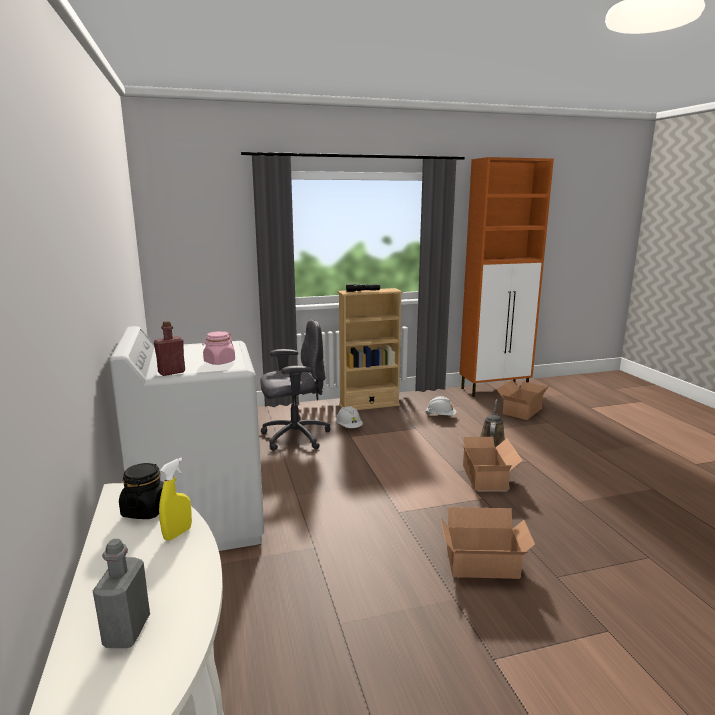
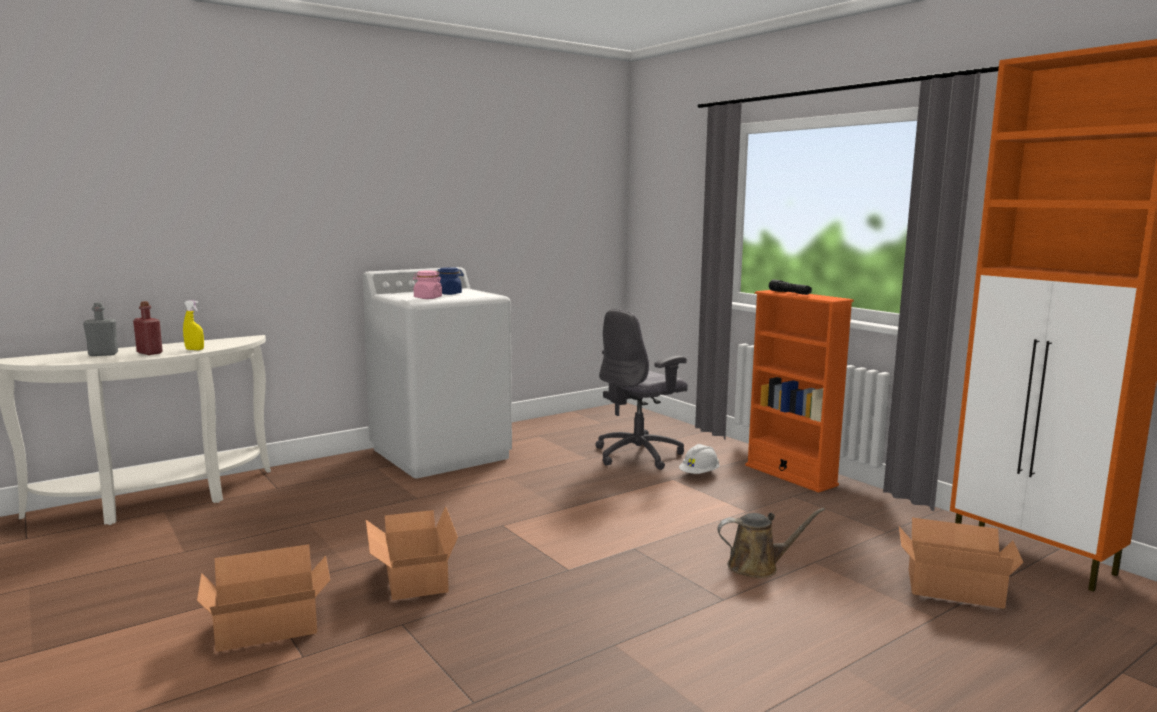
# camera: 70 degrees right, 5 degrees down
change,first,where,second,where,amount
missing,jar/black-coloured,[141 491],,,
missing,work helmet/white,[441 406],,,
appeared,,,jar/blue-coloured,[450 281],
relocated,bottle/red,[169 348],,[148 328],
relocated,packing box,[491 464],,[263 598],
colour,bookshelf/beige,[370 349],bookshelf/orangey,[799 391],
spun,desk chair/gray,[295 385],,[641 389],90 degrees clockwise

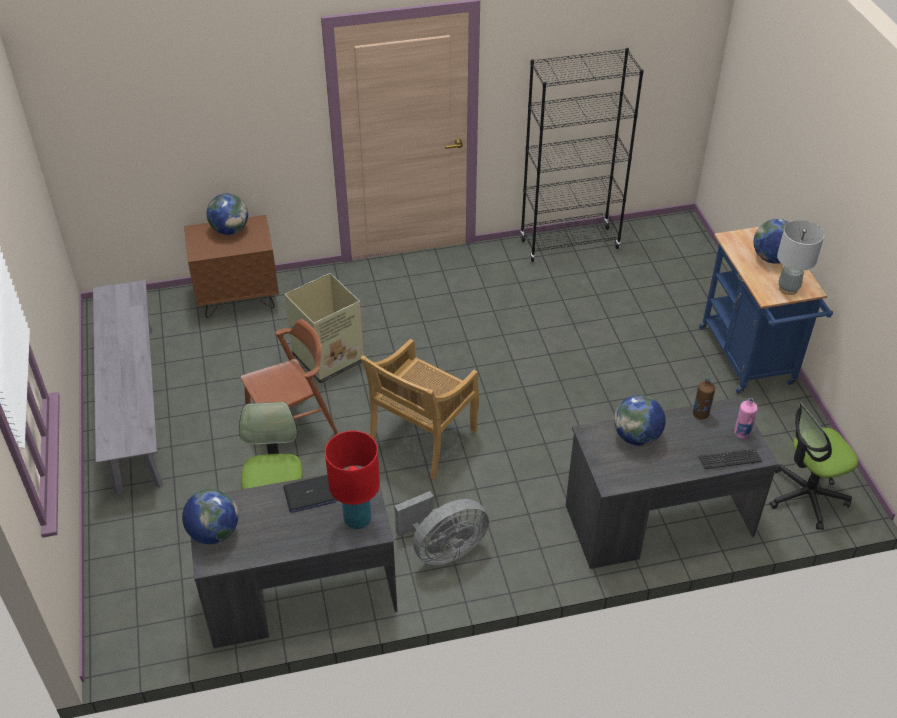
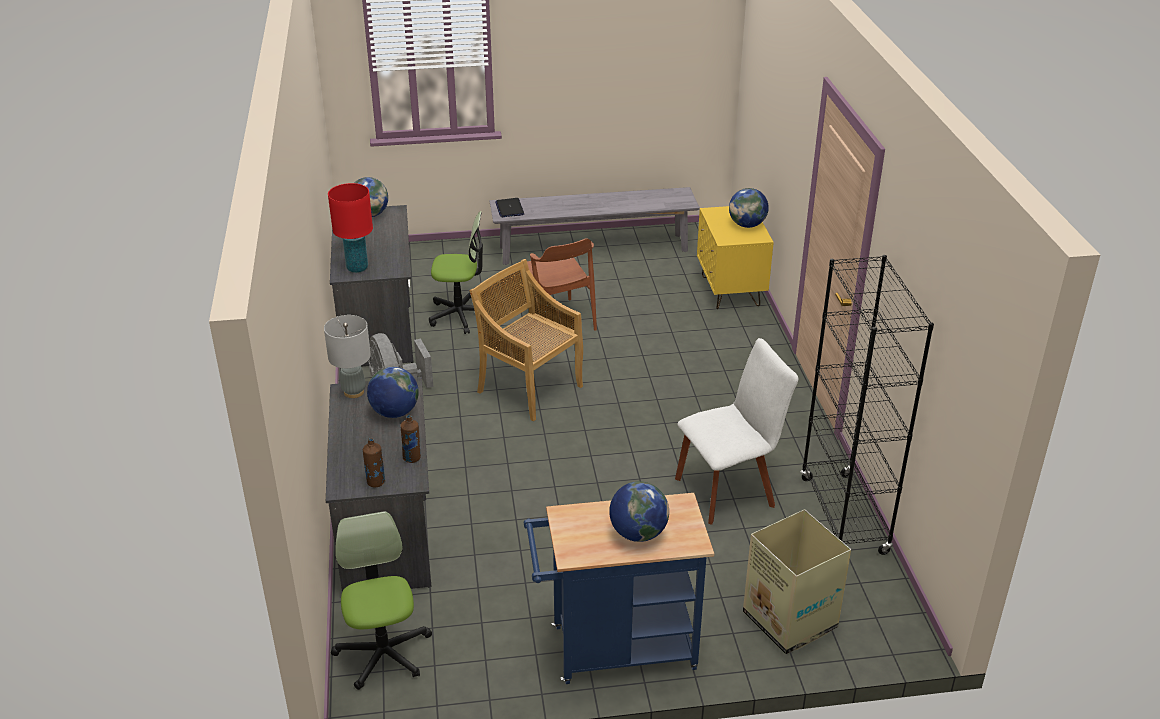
# camera: 95 degrees right, 10 degrees down
change,first,where,second,where,amount
missing,PC keyboard,[730 459],,,
appeared,,,plain chair/white,[736 431],
relocated,laptop,[310 494],,[509 207],
relocated,packing box,[324 328],,[797 582],
relocated,tabletop lamp/gray,[800 257],,[347 356],
colour,nightstand/brown-coloured,[231 266],nightstand/yellow-coloured,[735 257],
colour,bottle/pinkish,[746 418],bottle/brown-coloured,[374 462],

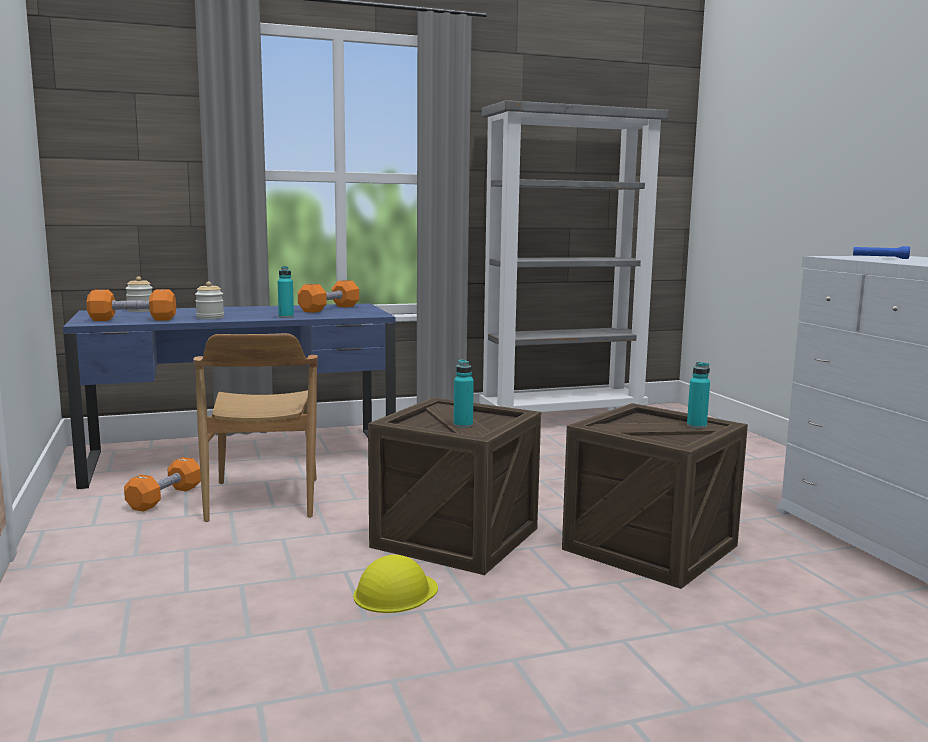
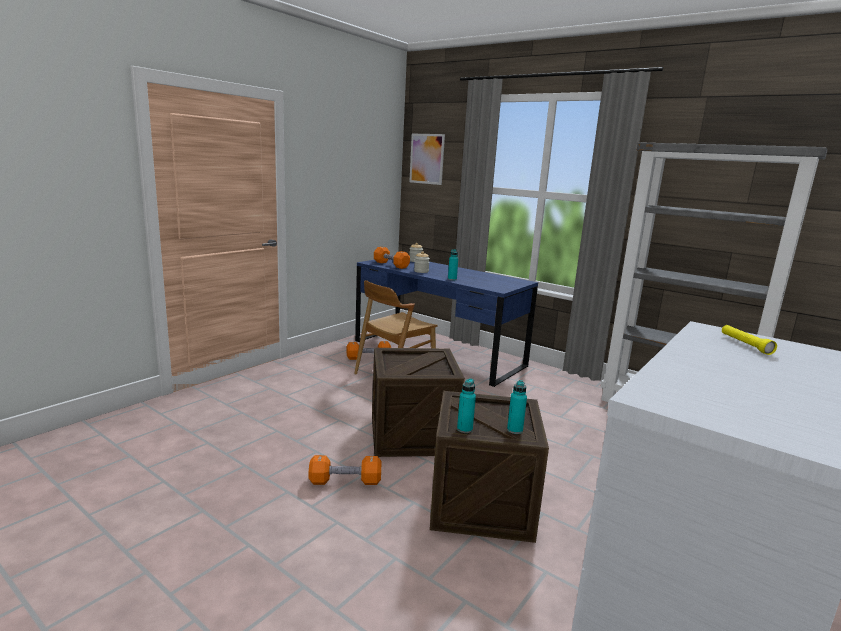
# camera: 55 degrees right, 5 degrees up
change,first,where,second,where,amount
missing,work helmet/yellow-coloured,[395 584],,,
appeared,,,wall art,[427 159],
relocated,dumbbell/orangey,[328 296],,[345 470],
relocated,bottle/blue-green,[463 393],,[466 406],
colour,torch/blue-coloured,[881 252],torch/yellow-coloured,[749 340],

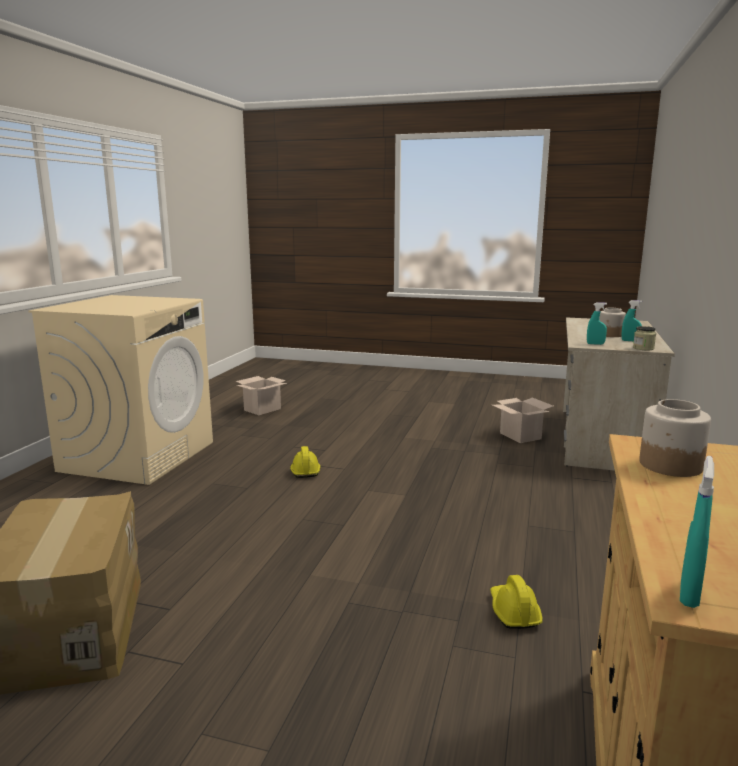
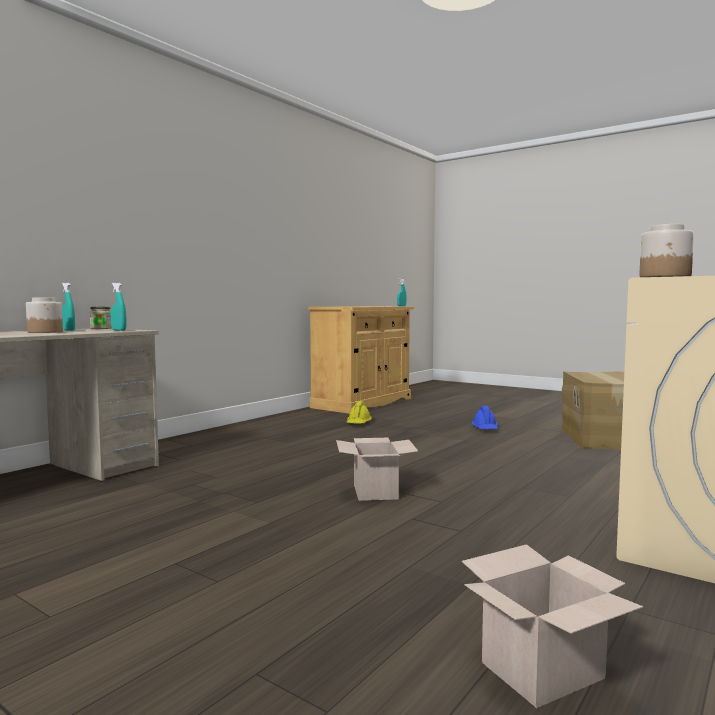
# camera: 160 degrees left, 10 degrees down
change,first,where,second,where,amount
missing,work helmet/yellow-coloured,[305 462],,,
appeared,,,work helmet/blue-coloured,[485 417],
relocated,packing box,[522 420],,[377 469],
relocated,jar,[675 438],,[666 250],

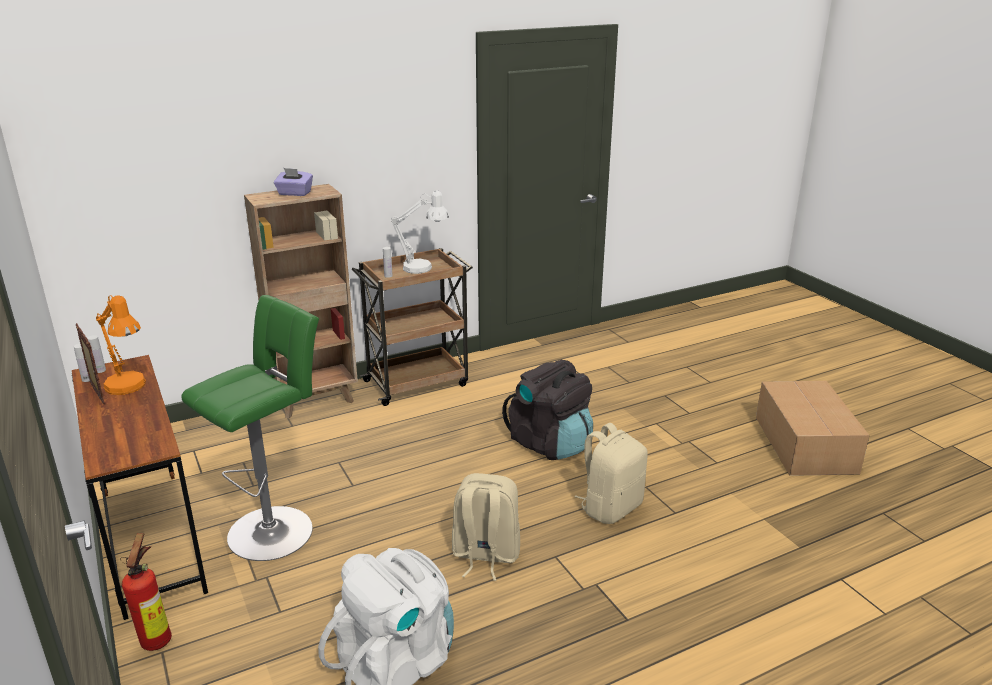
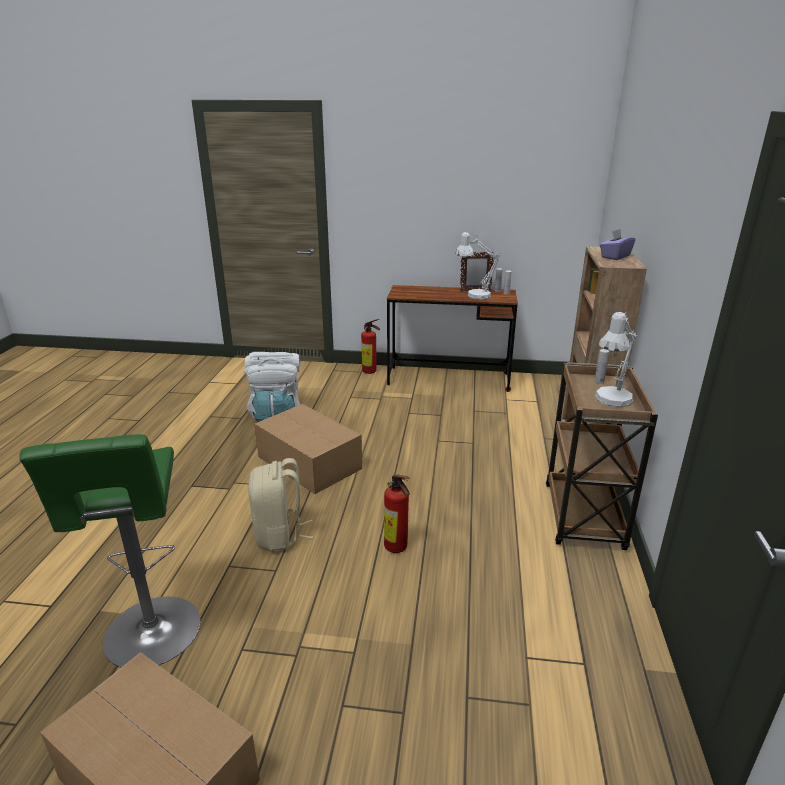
# camera: 125 degrees right, 0 degrees up
change,first,where,second,where,amount
relocated,stool seat/green-coloured,[250 428],,[109 551],
exchanged,rucksack/beige,[486 527],packing box,[308 449],
exchanged,rucksack/black-coloured,[547 410],fire extinguisher,[397 514],
colour,tabletop lamp/orangey,[121 345],tabletop lamp/white,[478 266],

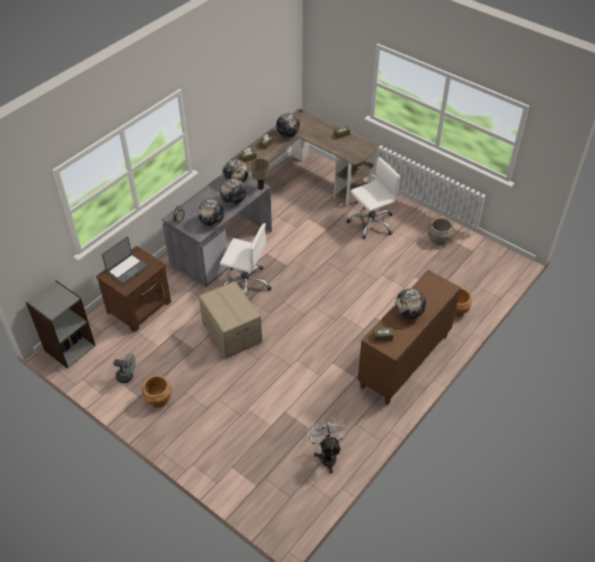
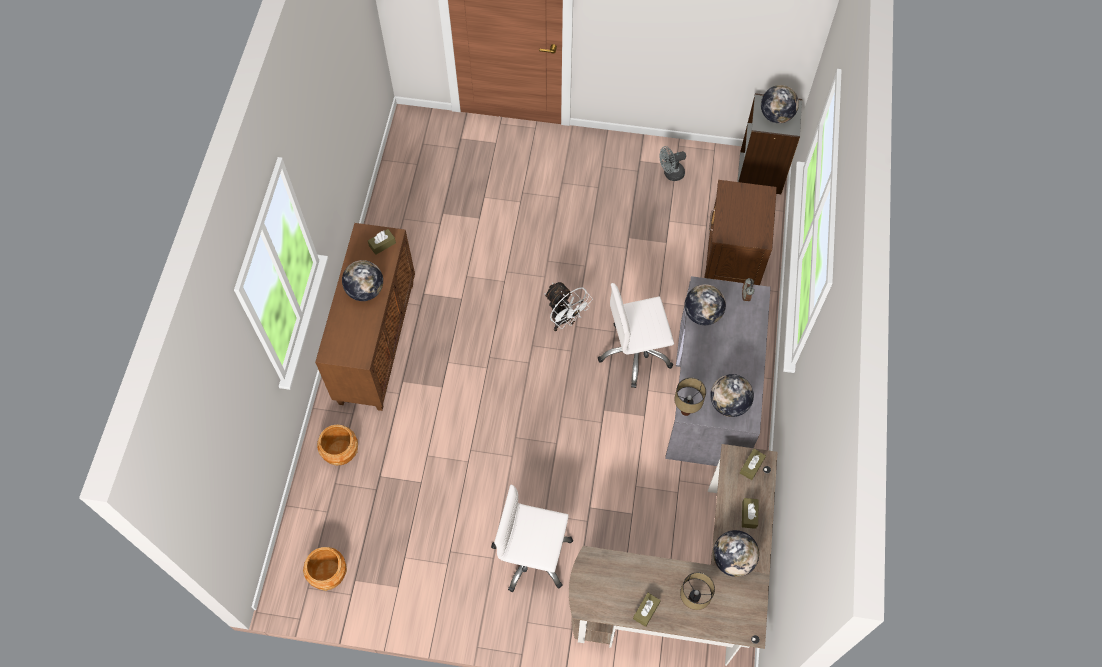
# camera: 150 degrees right, 15 degrees up
change,first,where,second,where,amount
missing,laptop,[125 261],,,
missing,packing box,[230 320],,,
missing,planter/gray,[440 231],,,
appeared,,,tabletop lamp,[697 591],
relocated,planter/brown-coloured,[157 391],,[325 569],
relocated,desk globe,[233 191],,[780 104],
relocated,cooling fan/white,[327 445],,[568 306],
spun,desk chair/white,[373 198],,[532 538],75 degrees clockwise

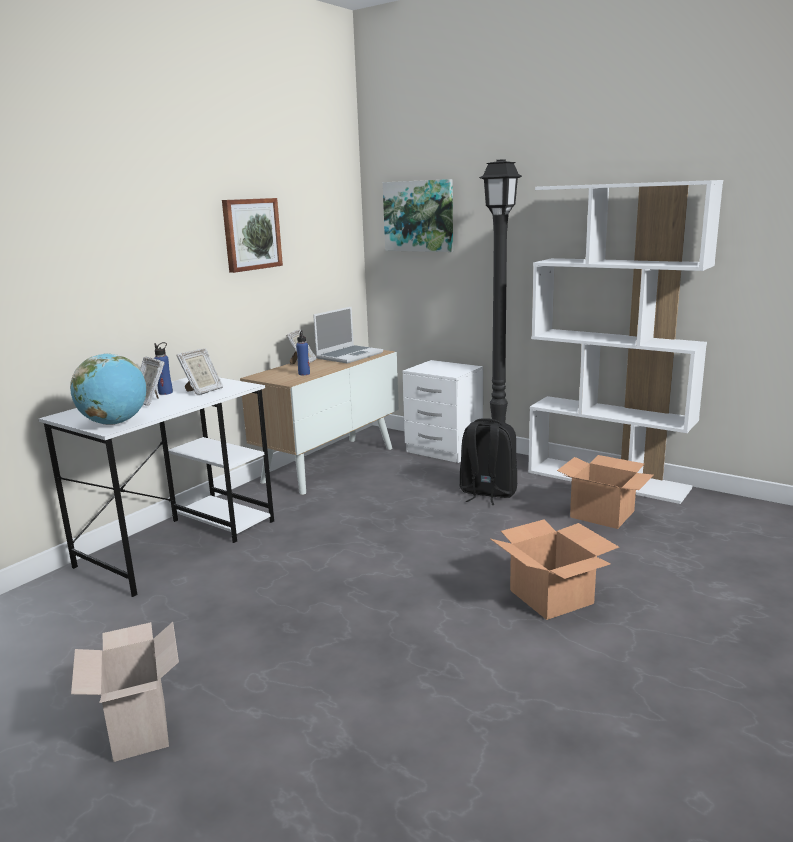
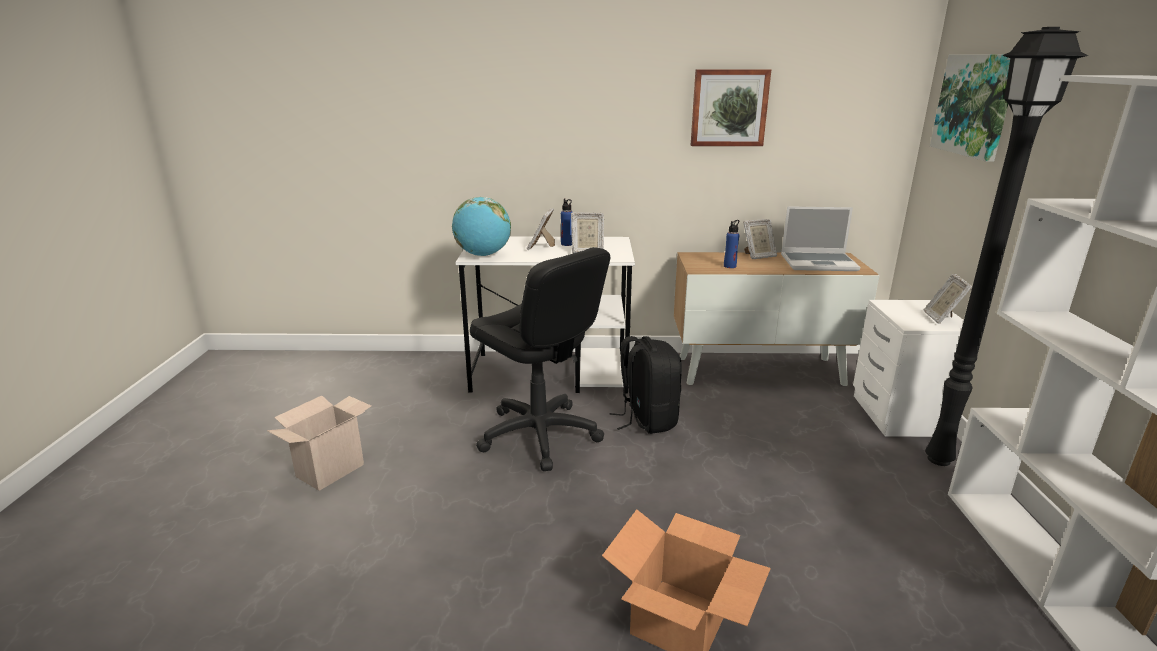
# camera: 55 degrees right, 5 degrees up
change,first,where,second,where,amount
missing,packing box,[605 492],,,
appeared,,,desk chair/black-coloured,[540 359],
appeared,,,picture frame,[948 299],
relocated,rucksack/black-coloured,[488 461],,[645 385],

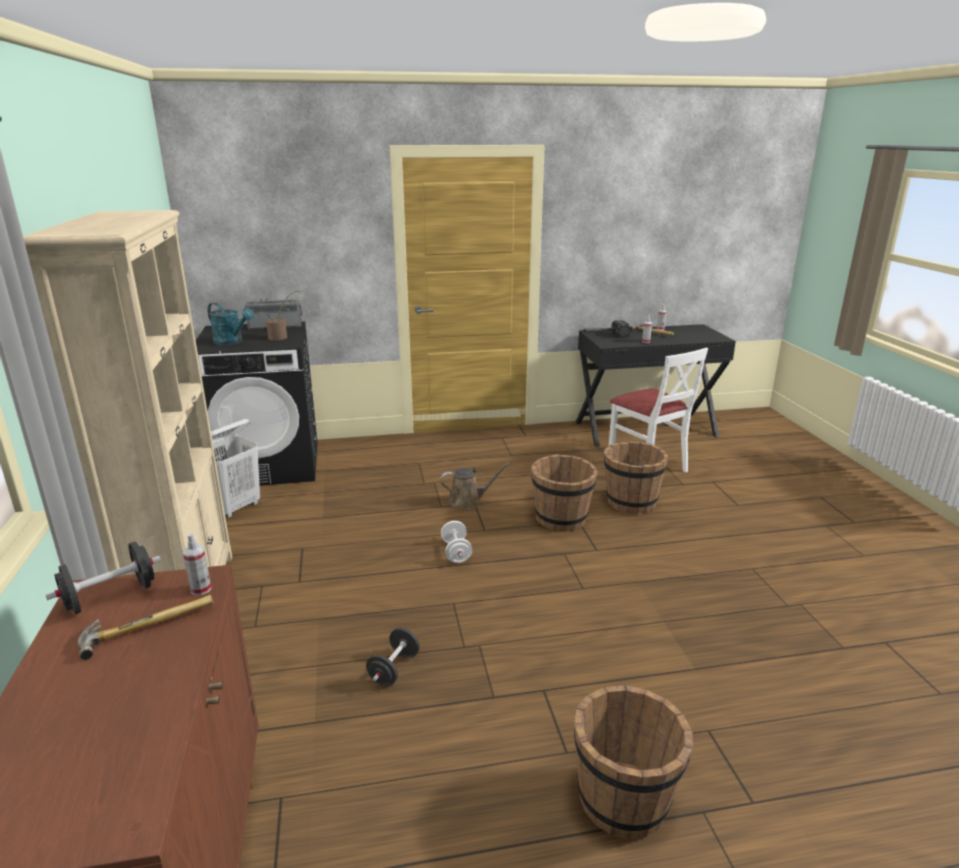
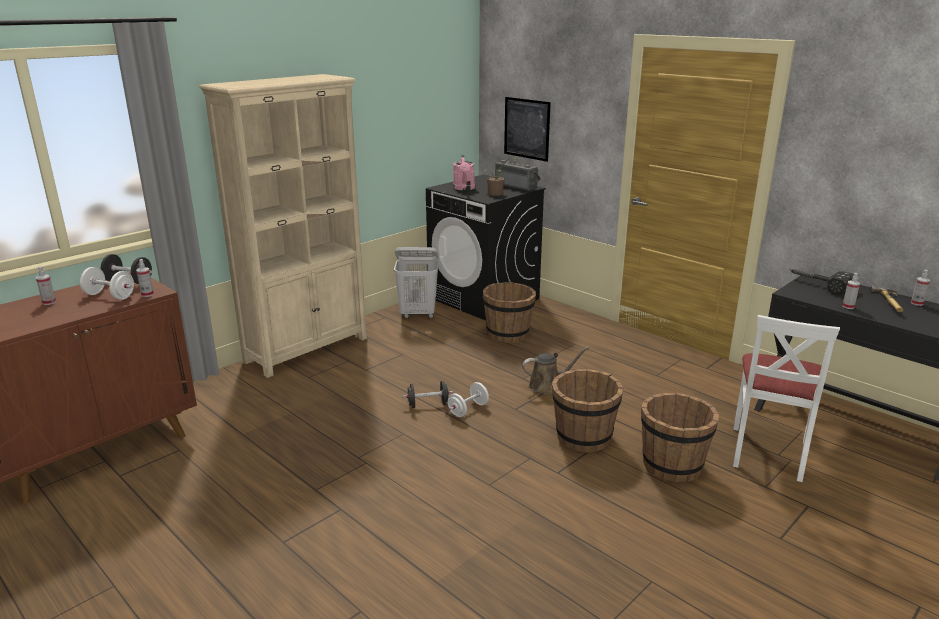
# camera: 55 degrees right, 0 degrees up
change,first,where,second,where,amount
appeared,,,sprayer,[46 285],
appeared,,,wall art,[527 129],
relocated,dumbbell/black-coloured,[393 657],,[428 394],
relocated,bucket/brown-coloured,[633 762],,[509 312],
exchanged,tool hammer,[145 627],dumbbell/white,[107 283],
colour,sprinkling can/blue-green,[230 324],sprinkling can/pinkish,[464 172],
spun,sprinkling can/brown-coloured,[475 486],,[555 370],60 degrees counterclockwise

